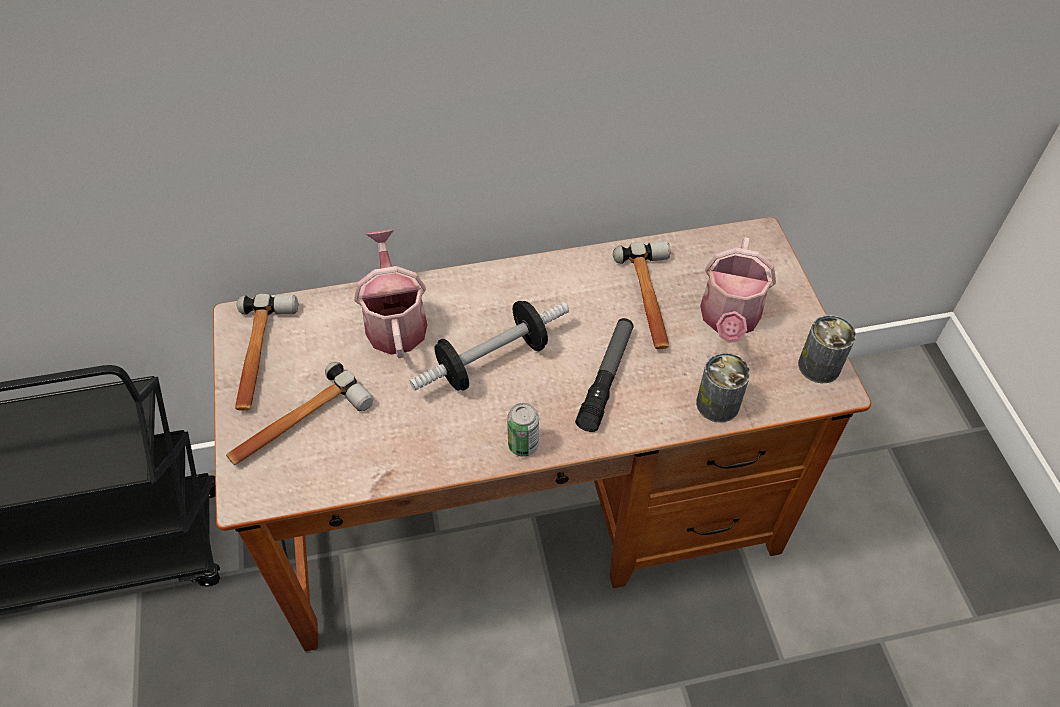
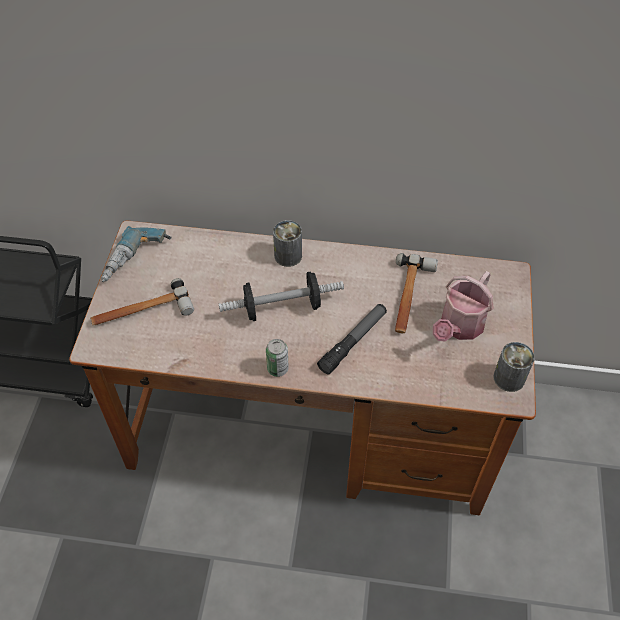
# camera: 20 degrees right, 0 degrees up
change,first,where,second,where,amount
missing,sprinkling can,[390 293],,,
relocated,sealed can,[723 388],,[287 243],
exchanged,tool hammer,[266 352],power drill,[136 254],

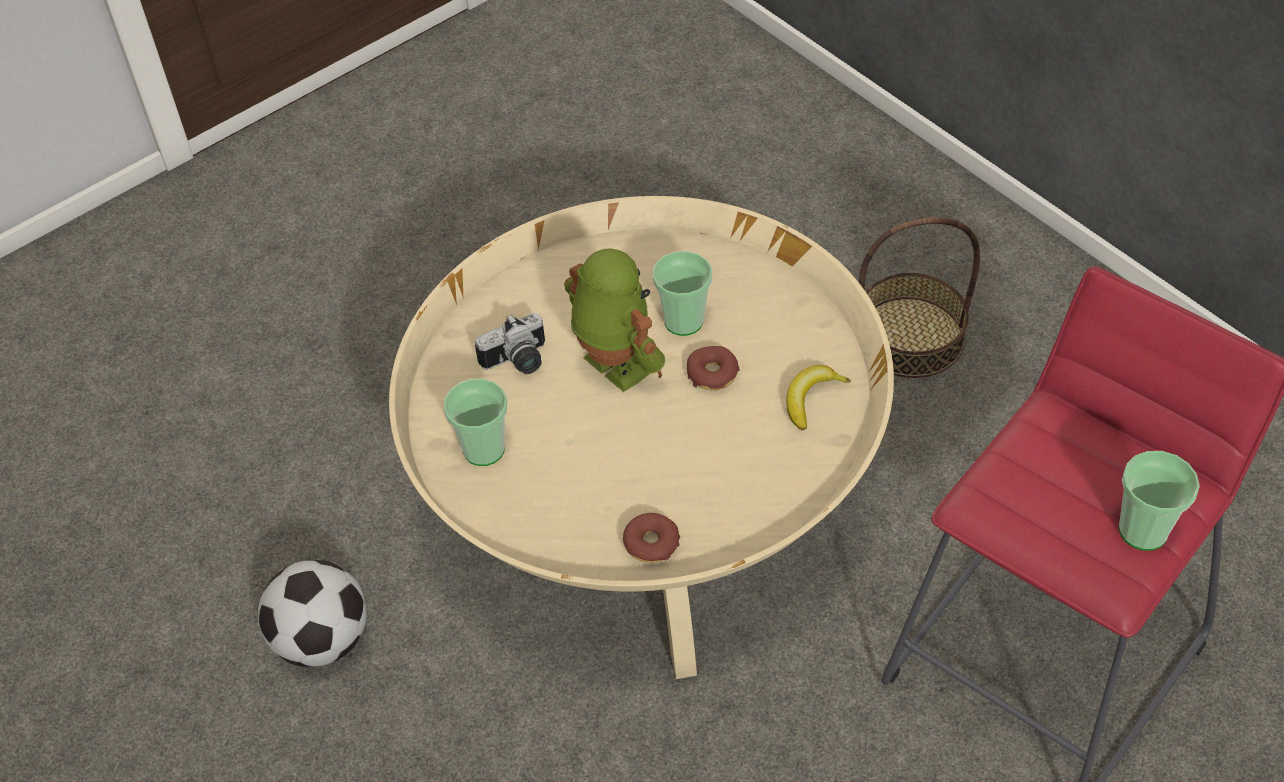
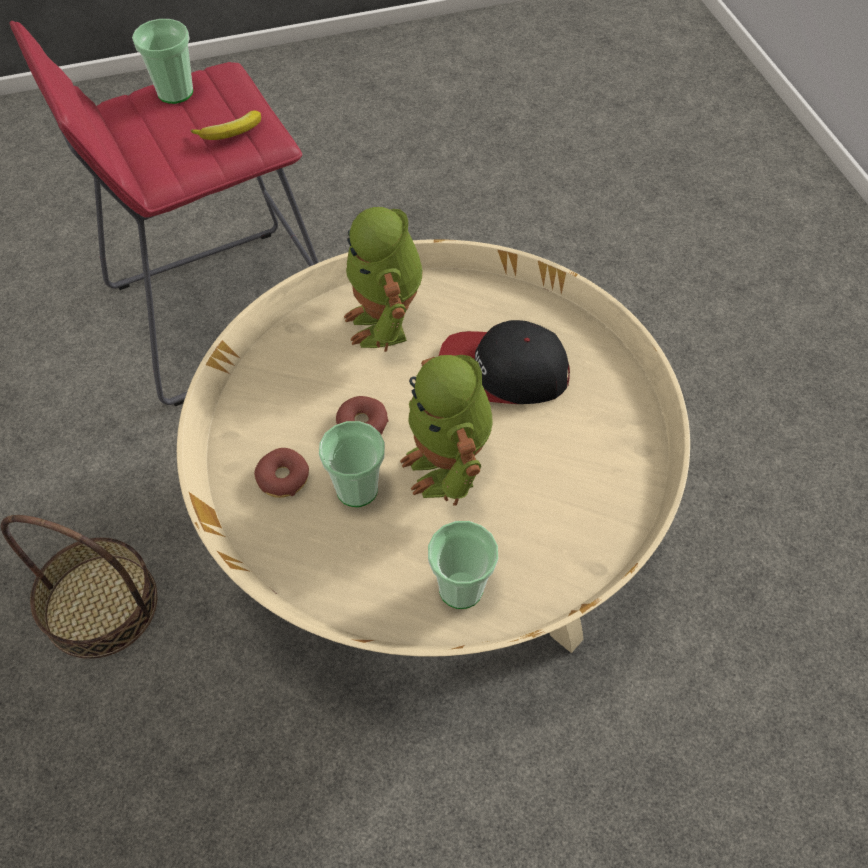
# camera: 160 degrees left, 5 degrees up
change,first,where,second,where,amount
missing,ball for football,[312 613],,,
missing,photo camera,[510 343],,,
appeared,,,toy robot,[383 279],
appeared,,,cap,[504 362],
relocated,cup,[475 422],,[463 565],
relocated,donut,[651 538],,[281 473],
relocated,whole banana,[819 397],,[225 125],

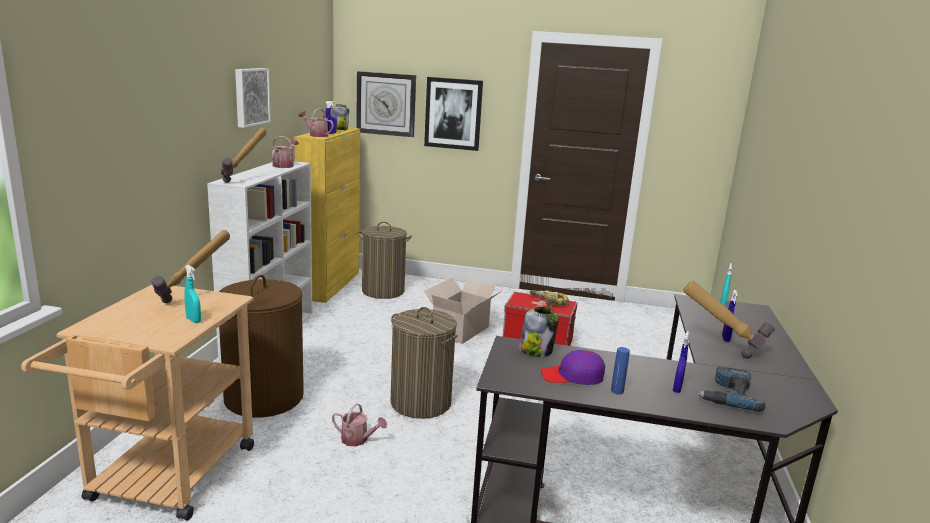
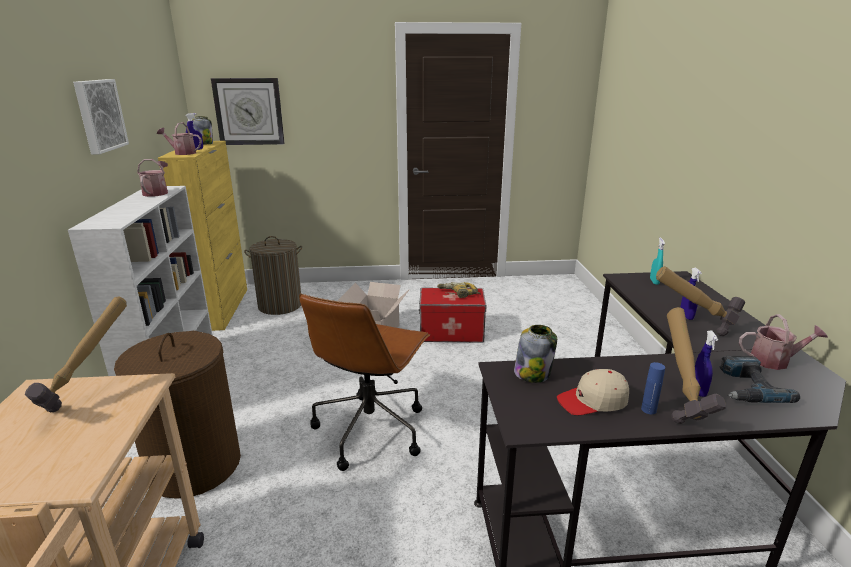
# camera: 15 degrees left, 5 degrees up
change,first,where,second,where,amount
missing,sprayer/blue-green,[192 294],,,
missing,wall art,[453 114],,,
relocated,tool hammer,[243 155],,[696 365],
relocated,sprinkling can,[359 425],,[783 342],
exchanged,laundry basket,[424 363],desk chair/brown-coloured,[364 382],
colour,cap/purple-coloured,[573 367],cap/beige,[593 392],

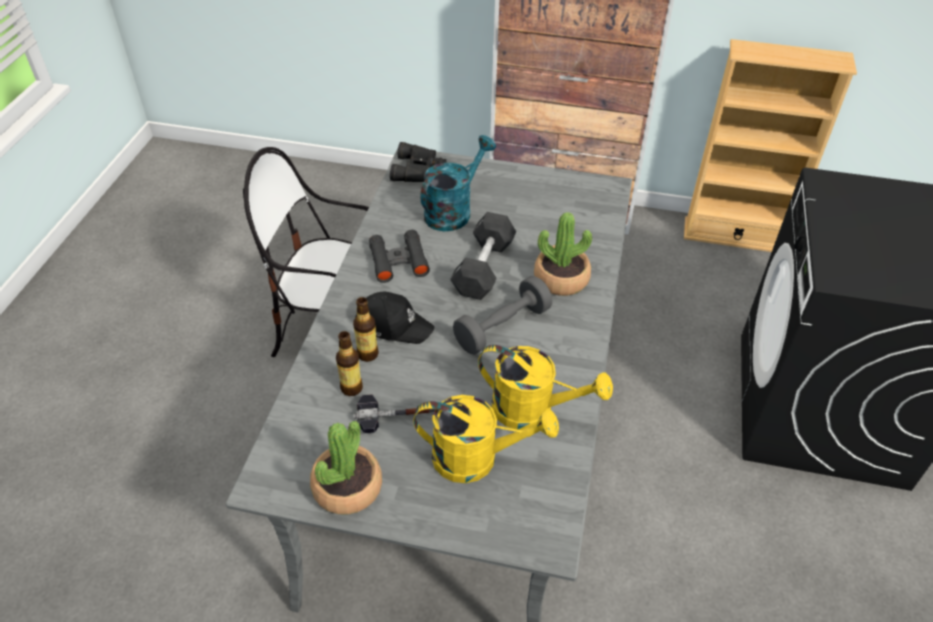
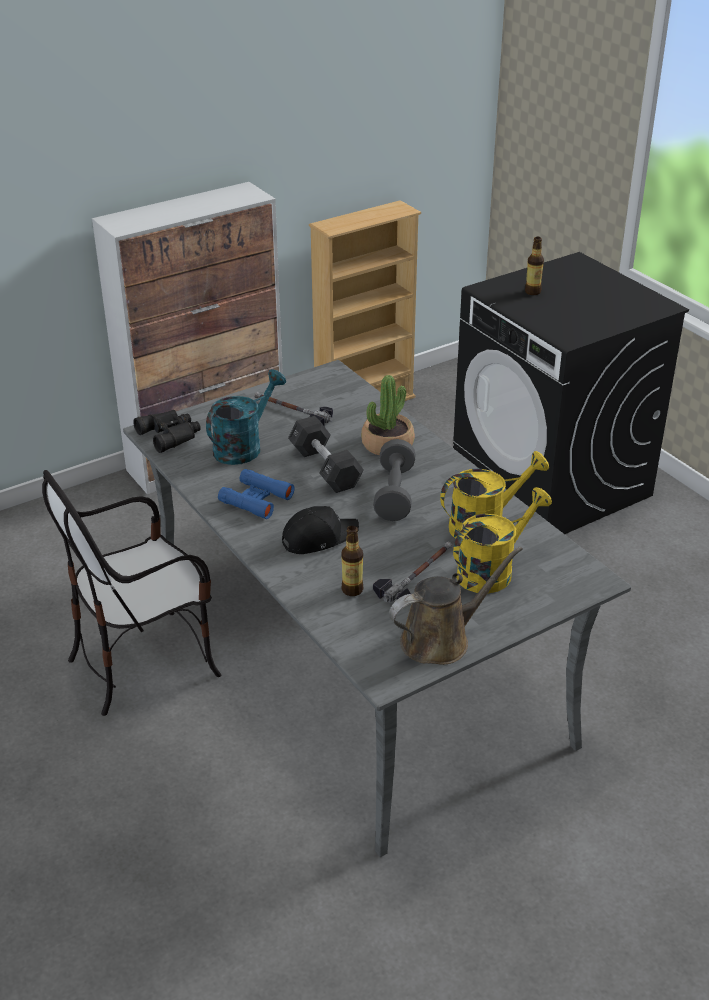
# camera: 45 degrees left, 10 degrees down
change,first,where,second,where,amount
appeared,,,tool hammer,[293 409],
relocated,bottle,[366 329],,[534 266],
exchanged,potted plant,[346 468],sprinkling can/brown-coloured,[456 605],
colour,pair of binoculars/black-coloured,[399 256],pair of binoculars/blue-coloured,[256 494],
spun,sprinkling can/blue-green,[458 183],,[246 417],45 degrees clockwise

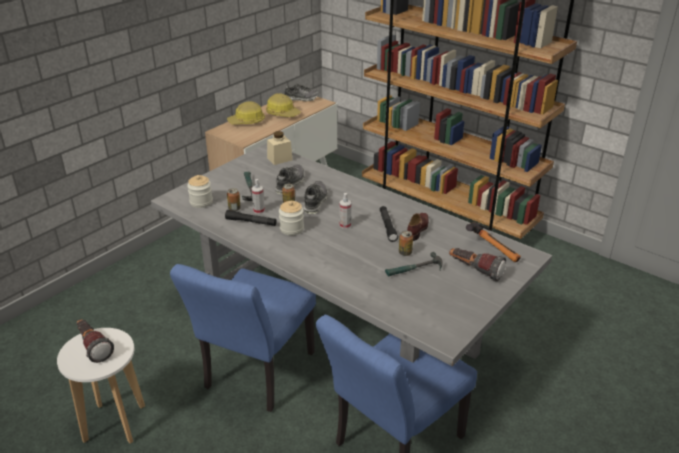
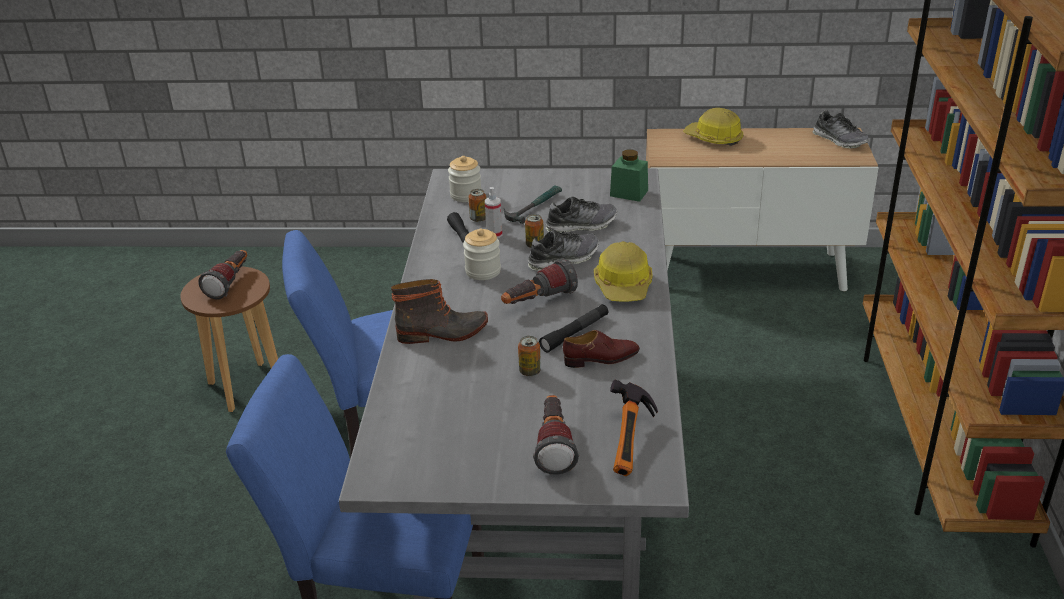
# camera: 55 degrees right, 0 degrees up
change,first,where,second,where,amount
missing,tool hammer,[414 264],,,
appeared,,,high-top boot,[439 311],
relocated,work helmet,[283 105],,[623 271],
exchanged,sprayer,[345 211],torch,[539 281],
colour,stool seat/white,[101 386],stool seat/brown-coloured,[229 339],
colour,jar/beige,[280 148],jar/green-coloured,[629 176],

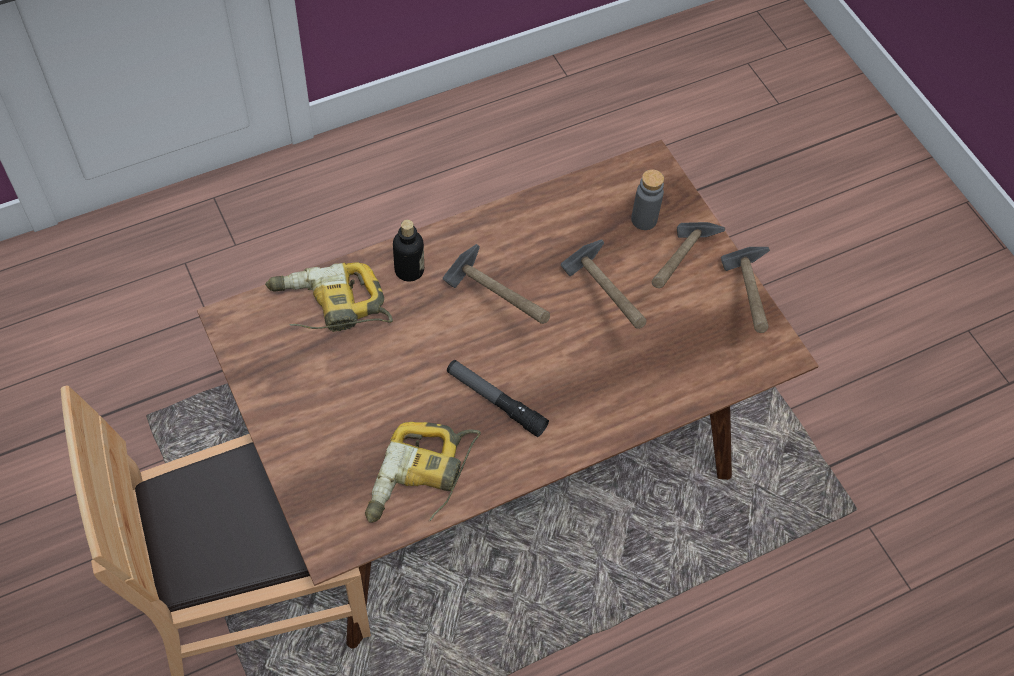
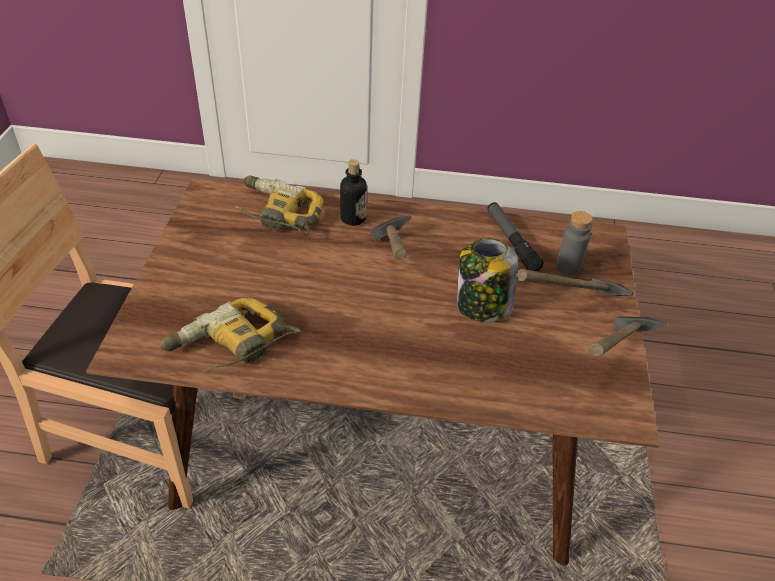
# camera: 35 degrees right, 15 degrees down
change,first,where,second,where,amount
relocated,torch,[498 398],,[515 237],
exchanged,tool hammer,[603 284],jar,[487 280],

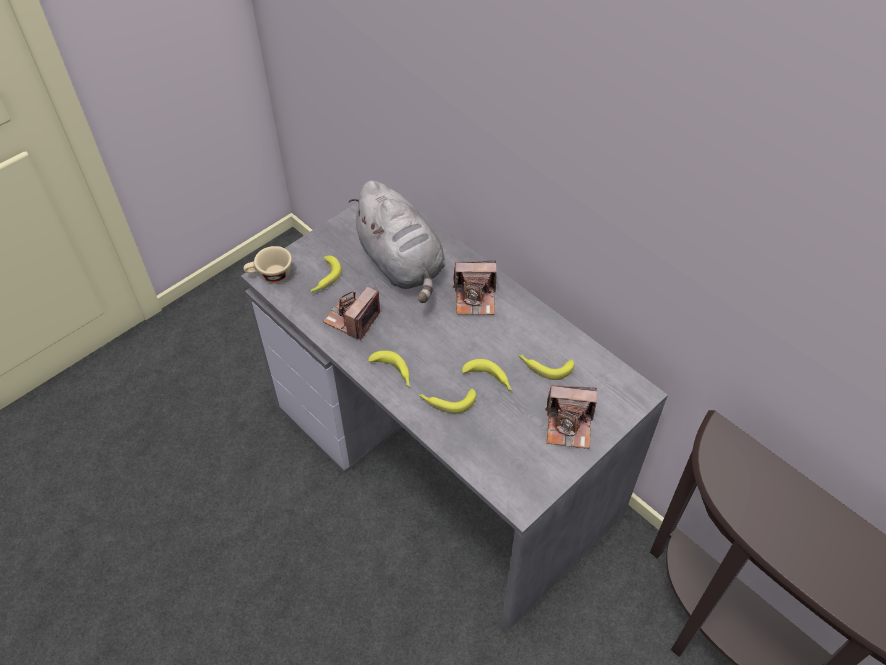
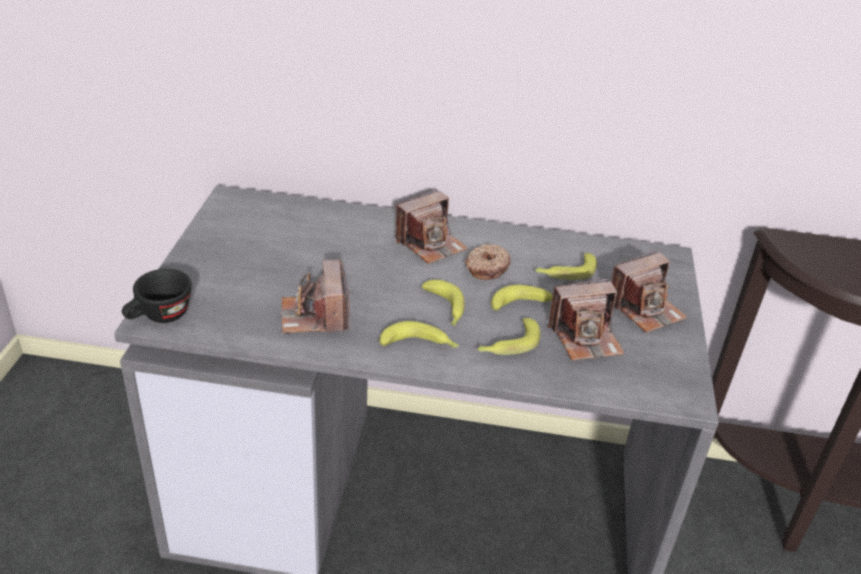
# camera: 40 degrees left, 15 degrees down
change,first,where,second,where,amount
missing,plush toy/gray,[396 242],,,
appeared,,,donut,[488 262],
appeared,,,photo camera,[586 319],
relocated,whole banana,[326 274],,[443 303],
colour,cup/beige,[267 265],cup/black-coloured,[157 296],

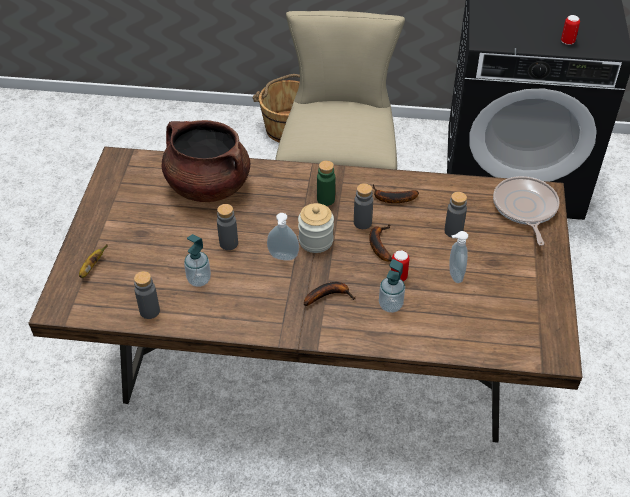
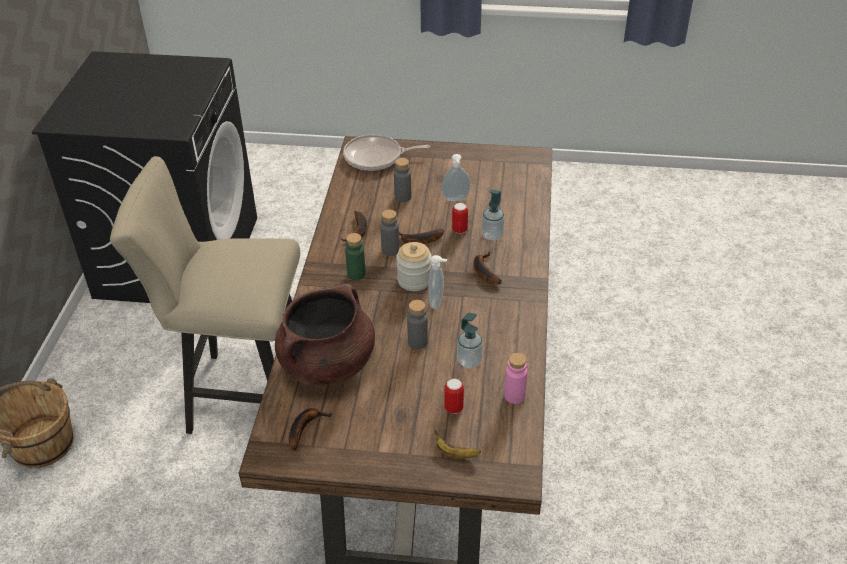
# camera: 90 degrees left, 5 degrees down
change,first,where,second,where,amount
appeared,,,whole banana,[310 429],
relocated,sealed can,[570 30],,[454 396],
colour,bottle/gray,[147 295],bottle/pinkish,[516 378],

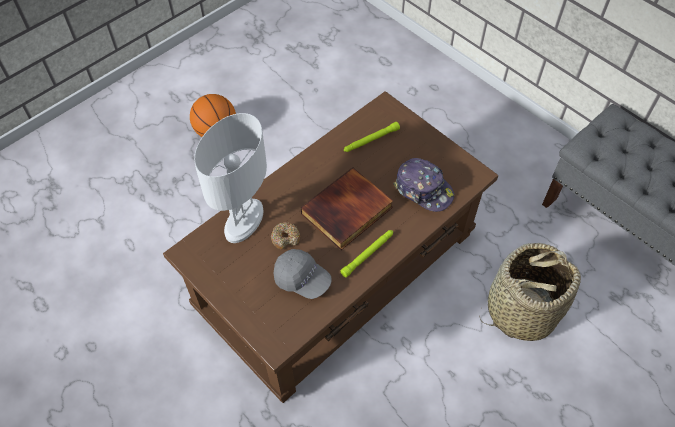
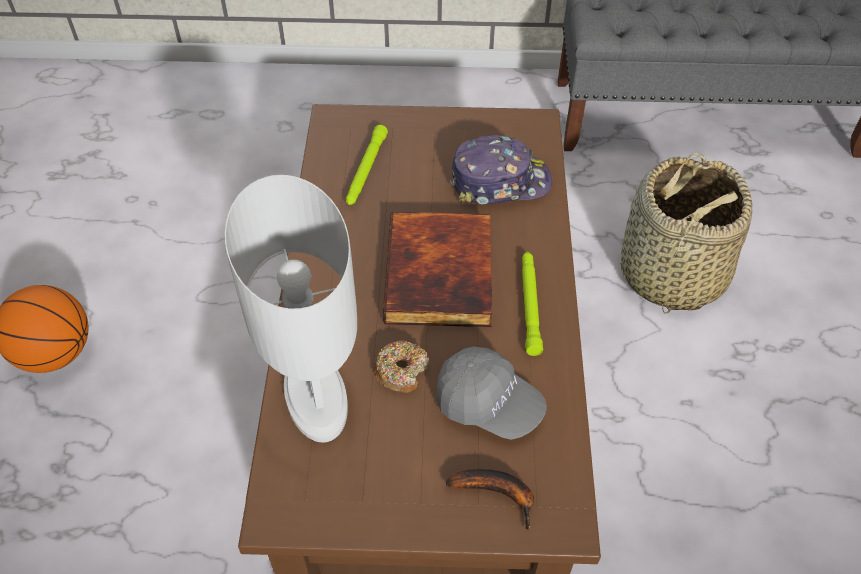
# camera: 45 degrees left, 5 degrees down
change,first,where,second,where,amount
appeared,,,whole banana,[490 500],
spun,cap/gray,[303 274],,[492 393],45 degrees clockwise

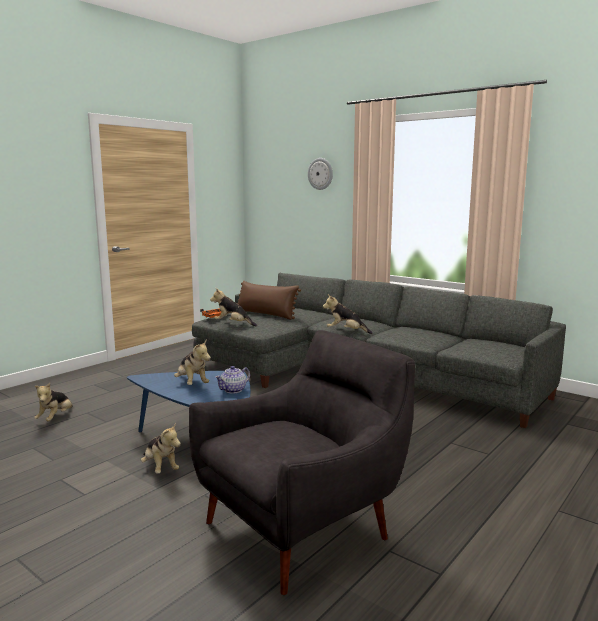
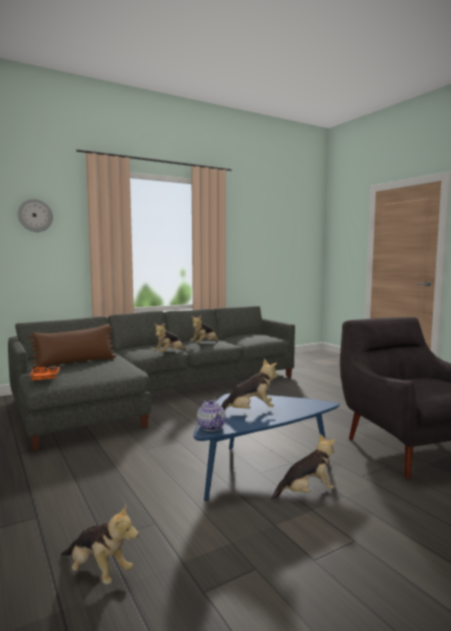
# camera: 70 degrees left, 5 degrees down
change,first,where,second,where,amount
relocated,plush toy,[233 307],,[204 329],
relocated,teapot,[232 380],,[211 415],

